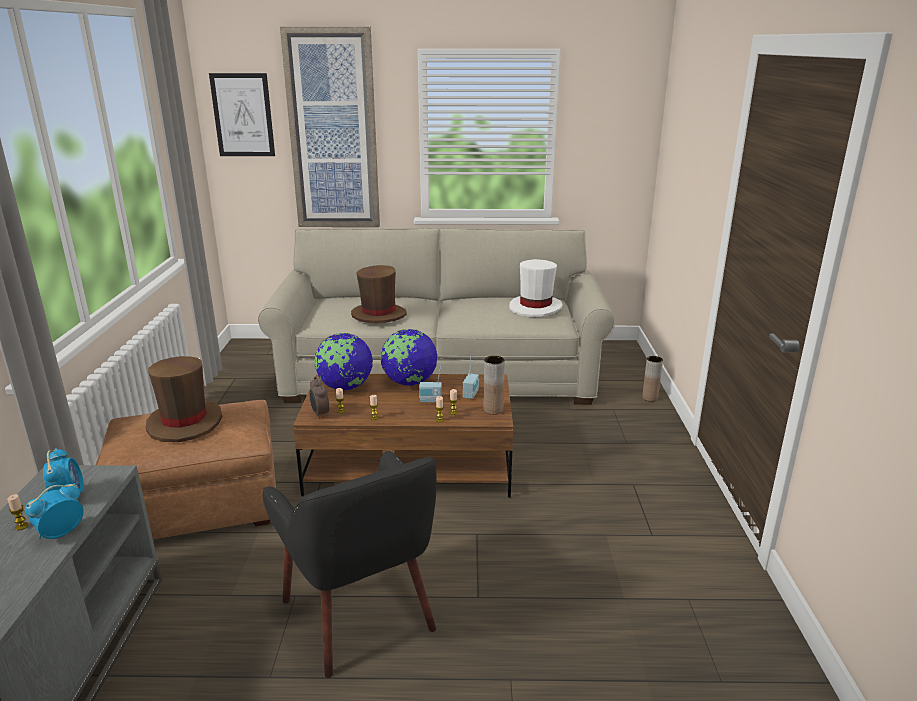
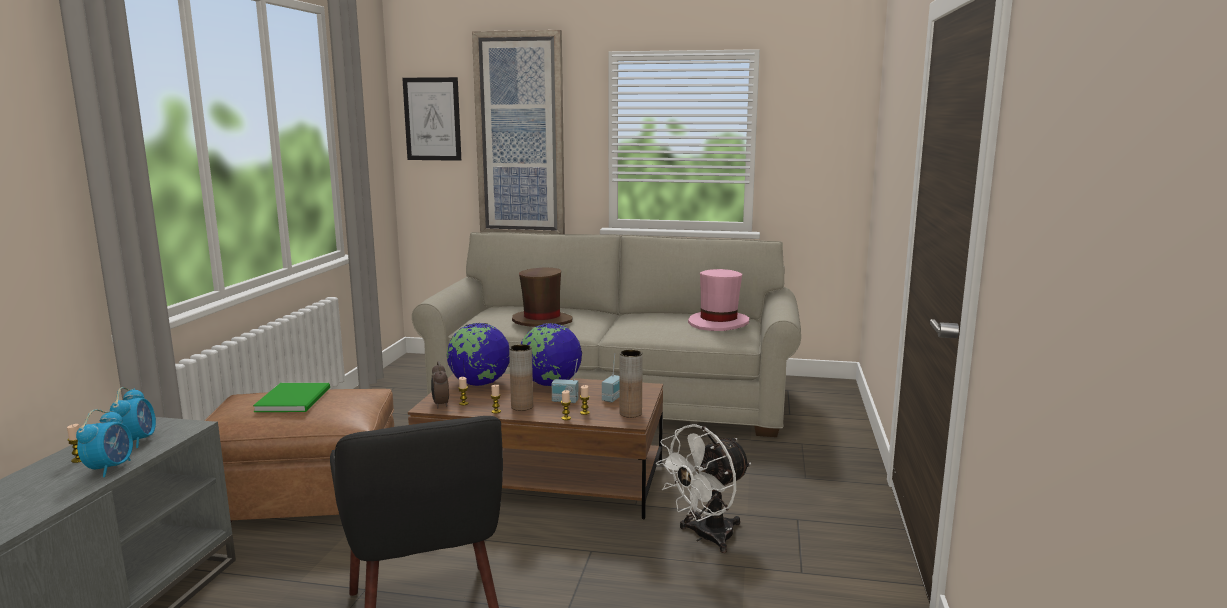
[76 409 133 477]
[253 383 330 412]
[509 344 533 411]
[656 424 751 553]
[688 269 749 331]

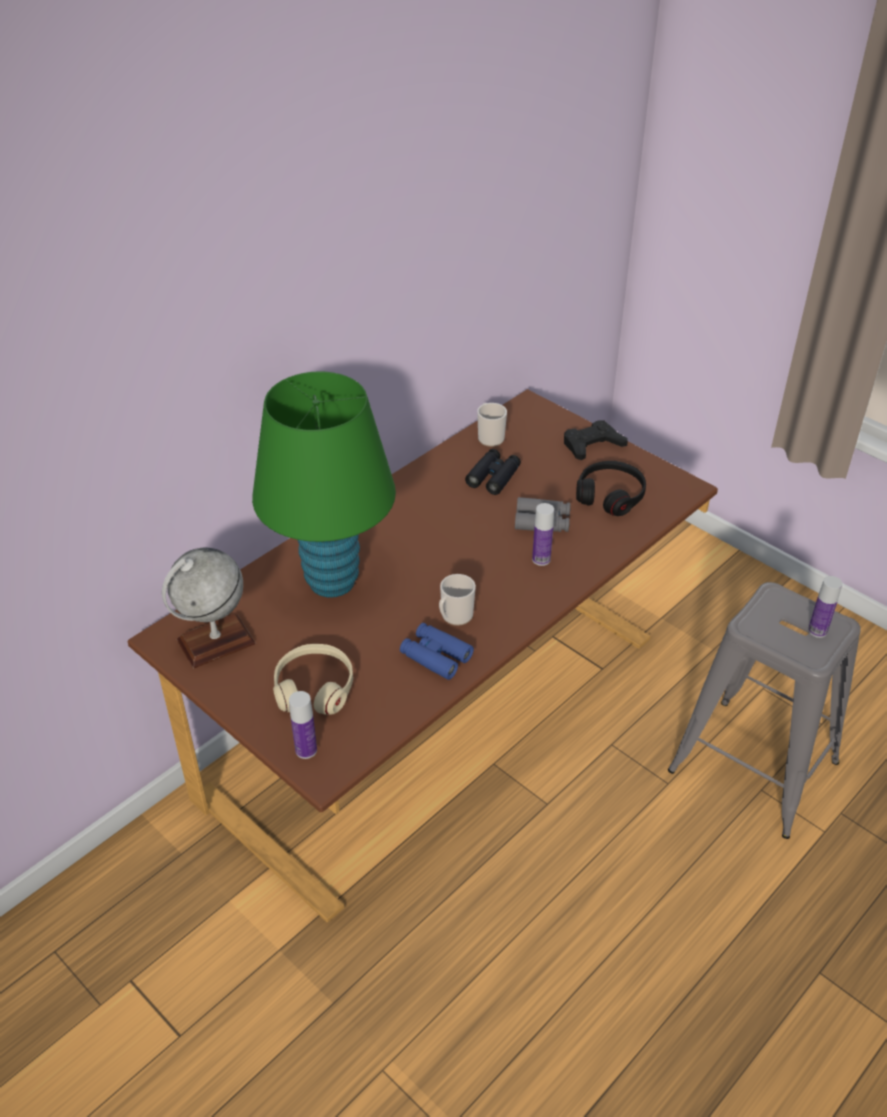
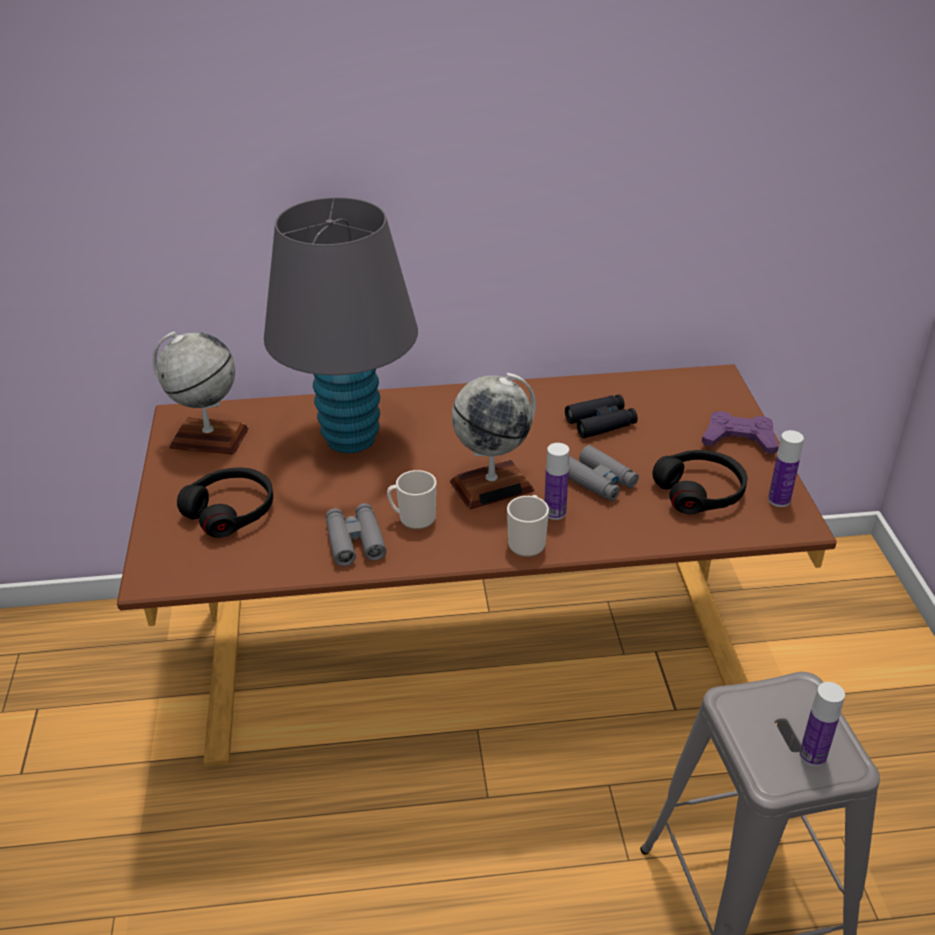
[177 468 273 538]
[264 197 418 453]
[326 503 387 566]
[450 373 536 509]
[507 495 549 557]
[702 411 779 454]
[768 430 804 507]

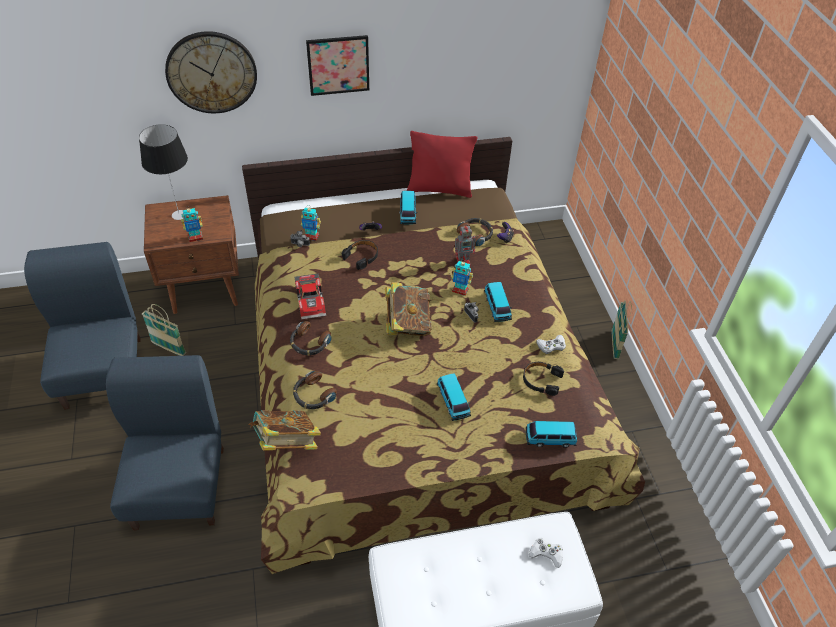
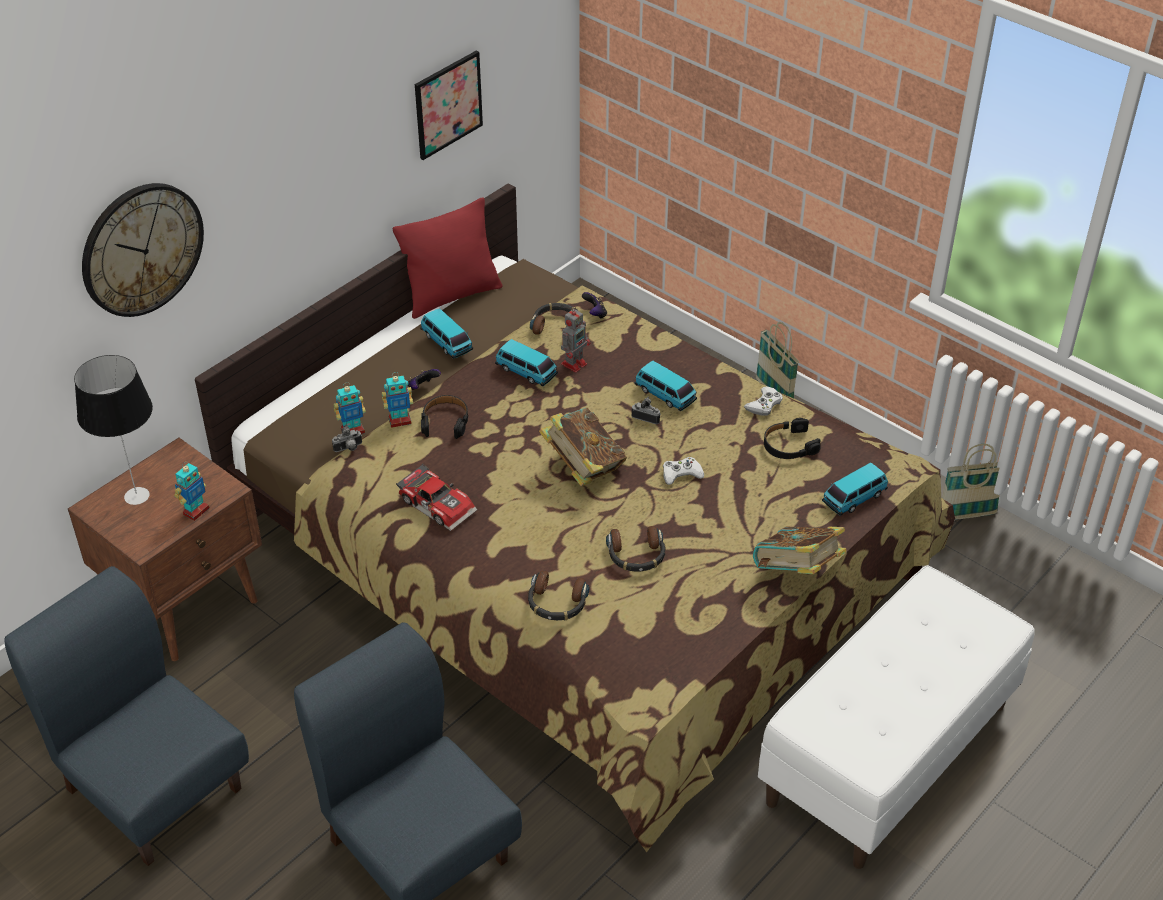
[382 372 413 428]
[415 50 483 160]
[495 339 558 386]
[606 526 666 571]
[663 457 704 485]
[753 526 847 574]
[942 444 1000 520]

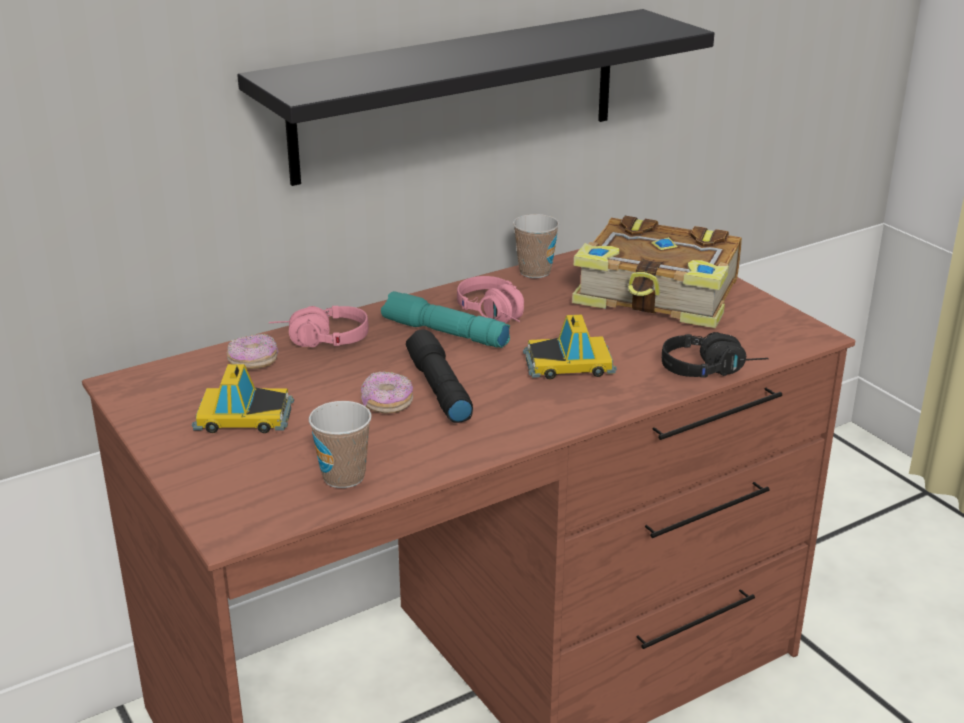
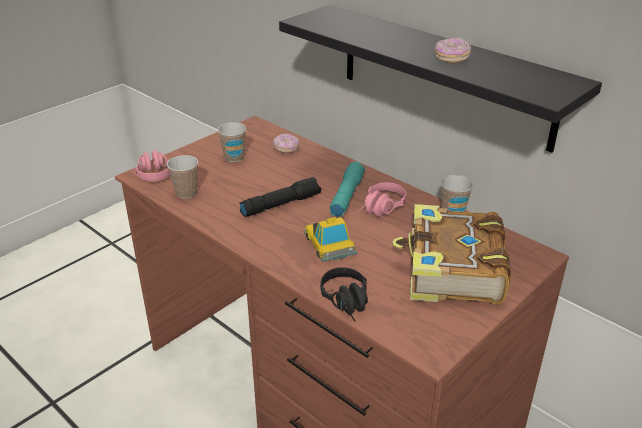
[135 149 170 182]
[217 122 246 162]
[435 38 471 64]

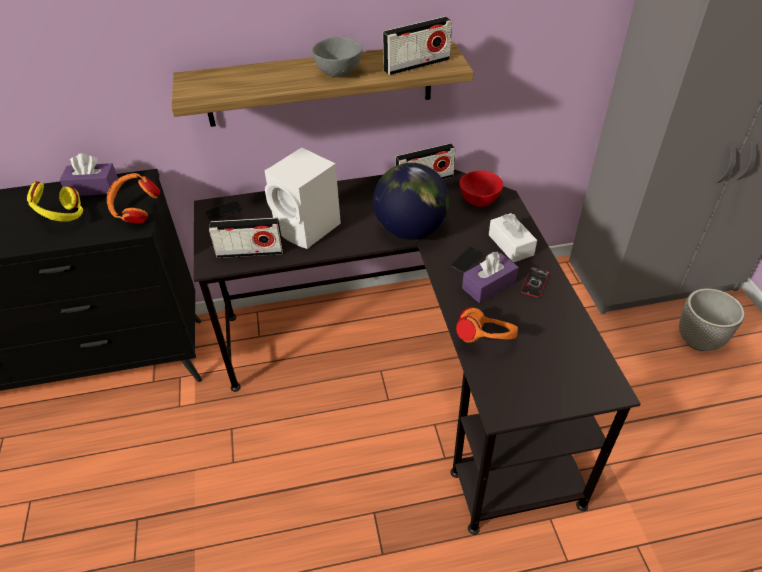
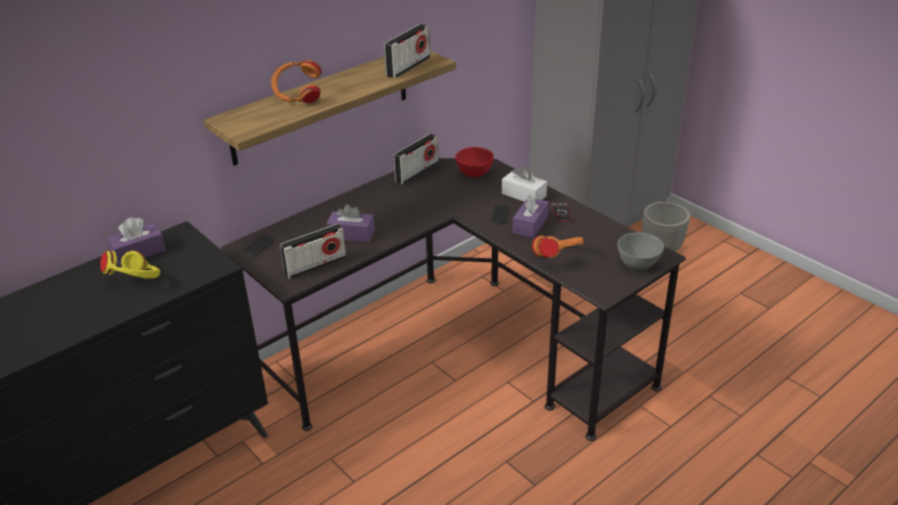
[271 60 322 103]
[326 204 375 242]
[618 233 664 270]
[373 163 449 240] (first image)

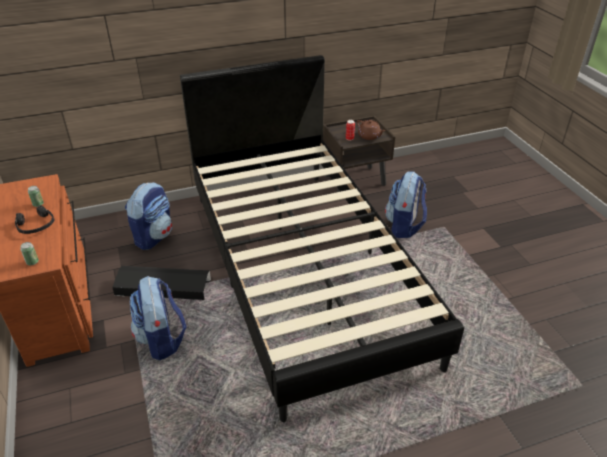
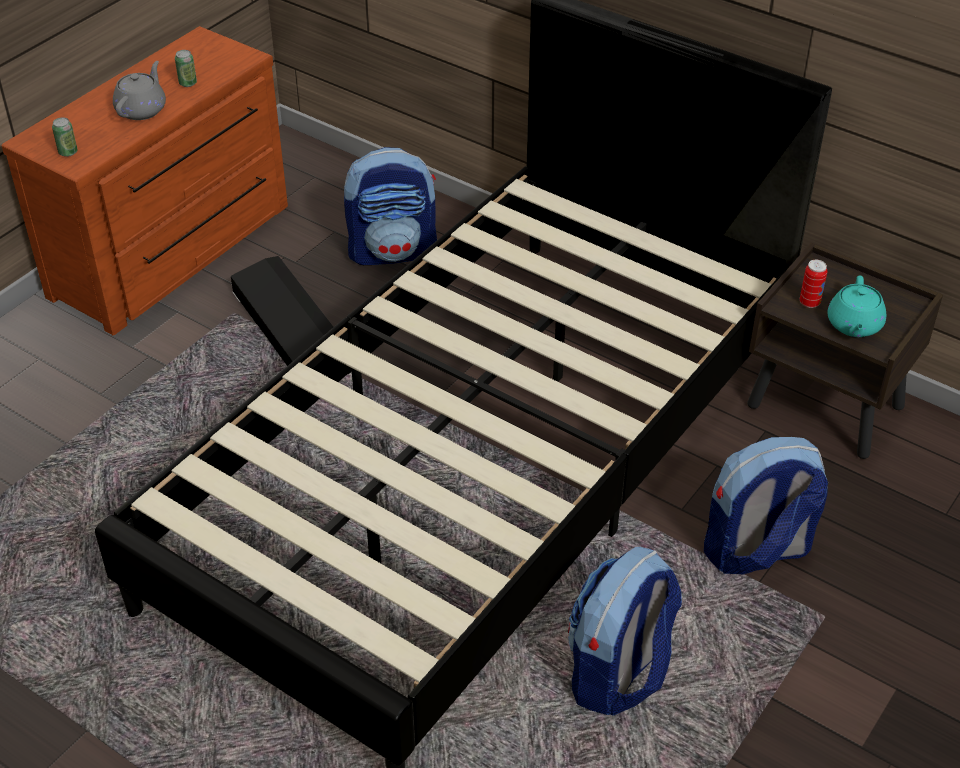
[113 61 166 120]
[568 547 682 716]
[828 275 886 337]

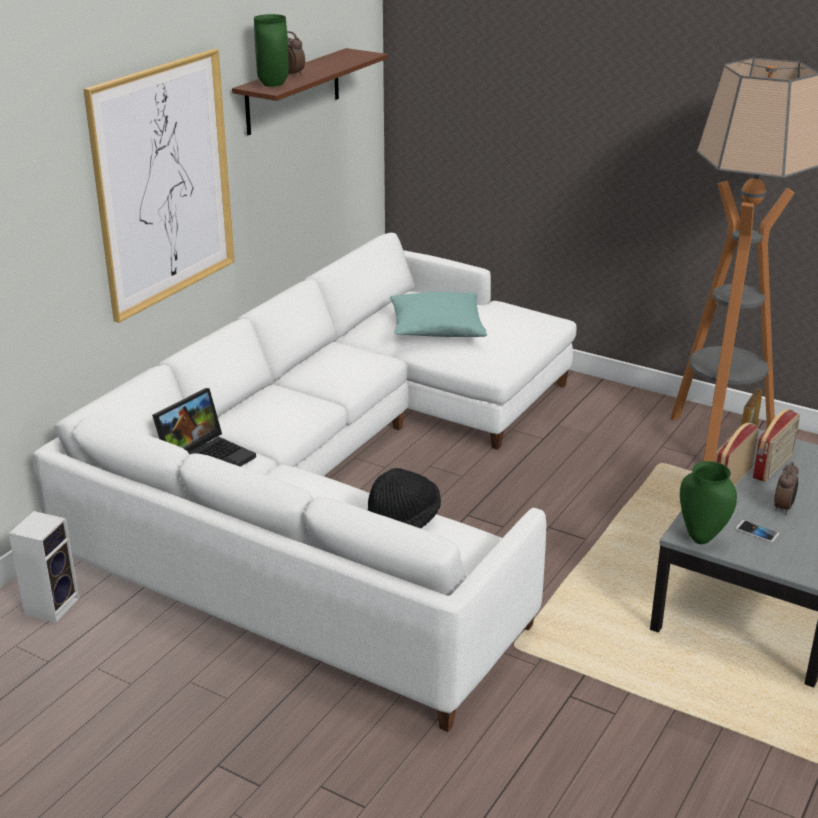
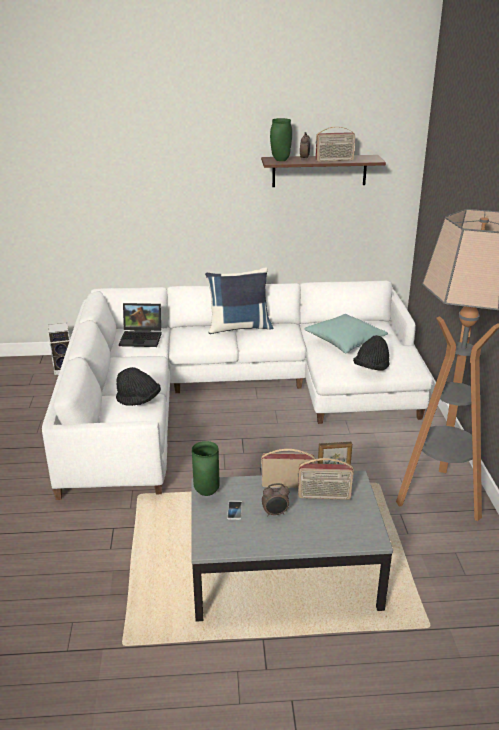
[205 267 273 334]
[315 127 355 162]
[353 335 389 371]
[83 49 235 323] (first image)

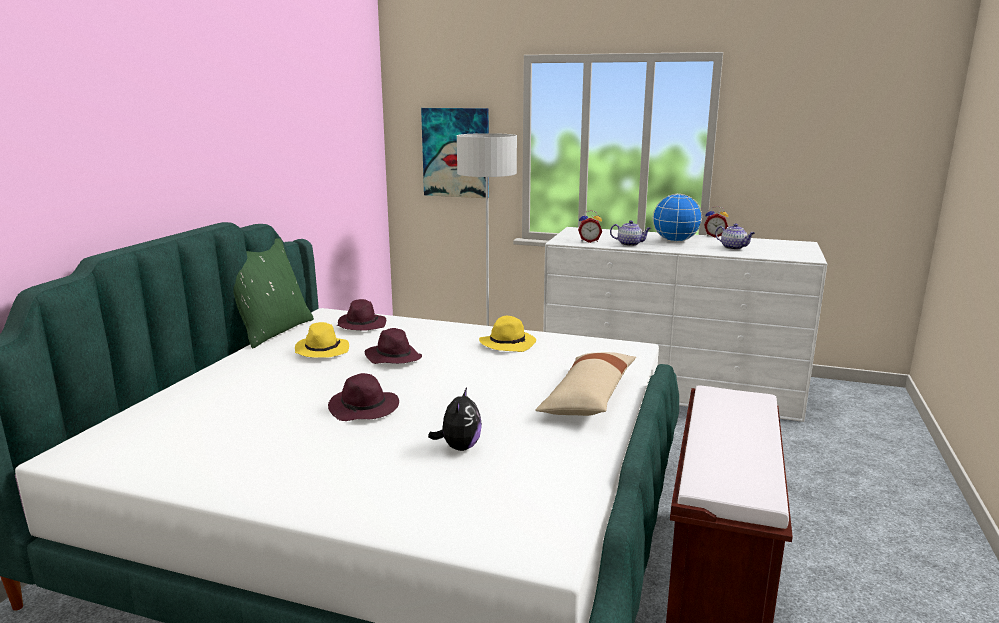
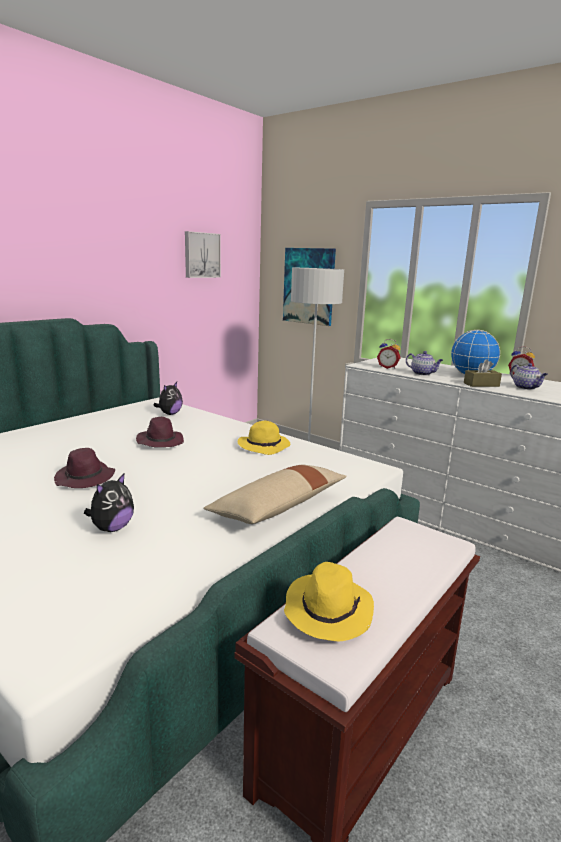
[153 382 183 415]
[185 231 221 278]
[284 562 374 641]
[464 359 502 387]
[233 237 314 349] (first image)

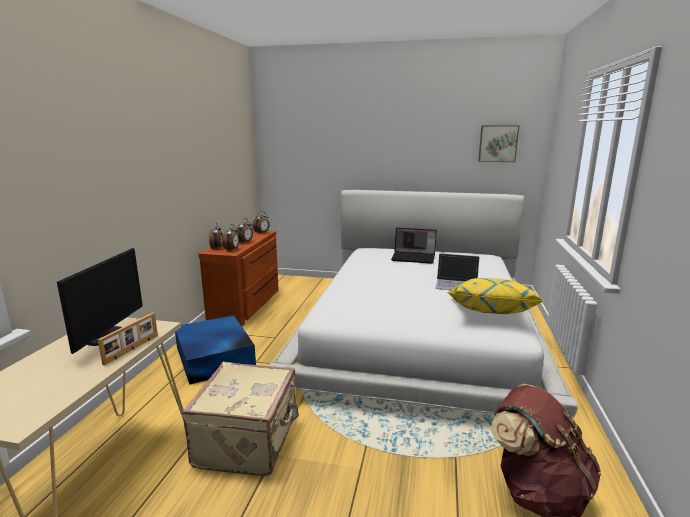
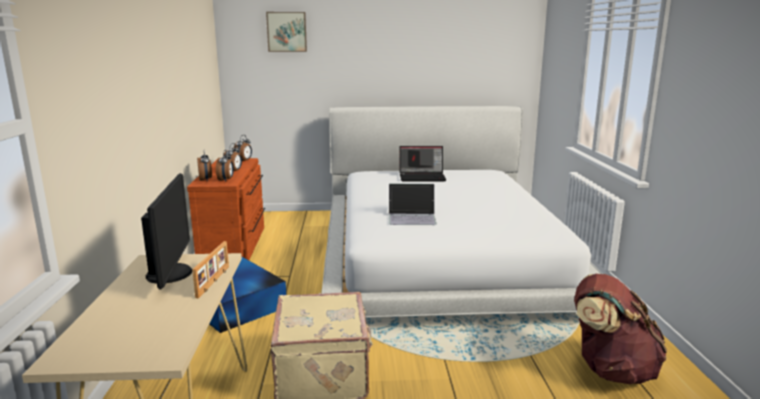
[266 12 307 52]
[389 183 437 225]
[447 278 543 314] (first image)

